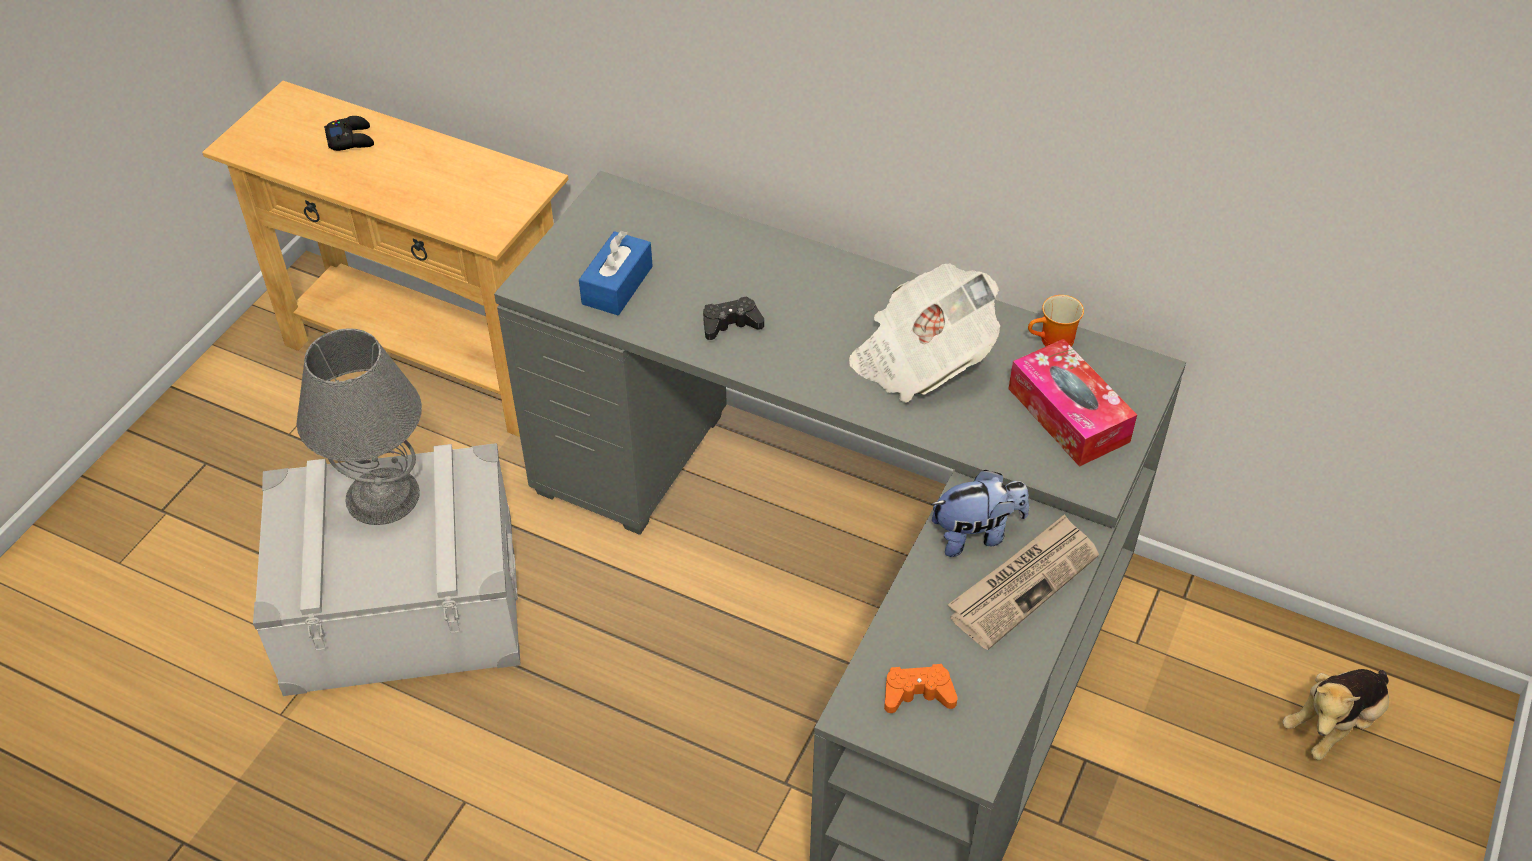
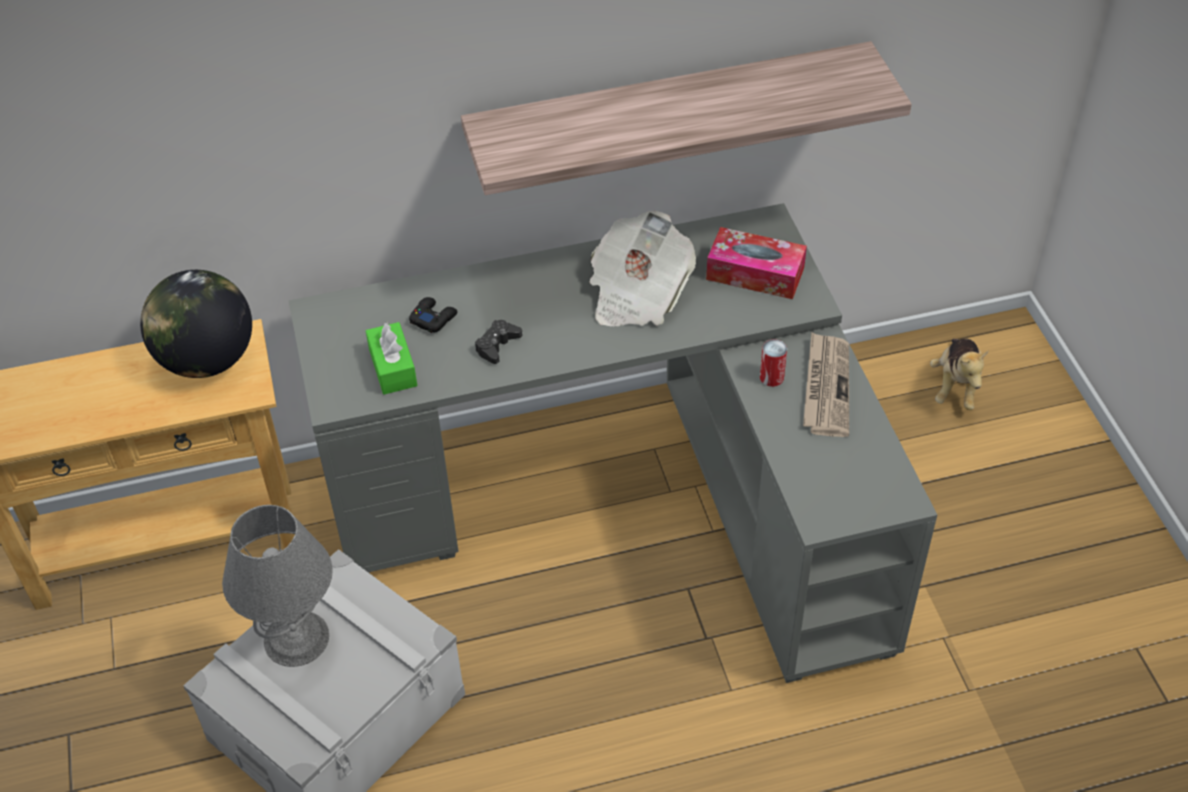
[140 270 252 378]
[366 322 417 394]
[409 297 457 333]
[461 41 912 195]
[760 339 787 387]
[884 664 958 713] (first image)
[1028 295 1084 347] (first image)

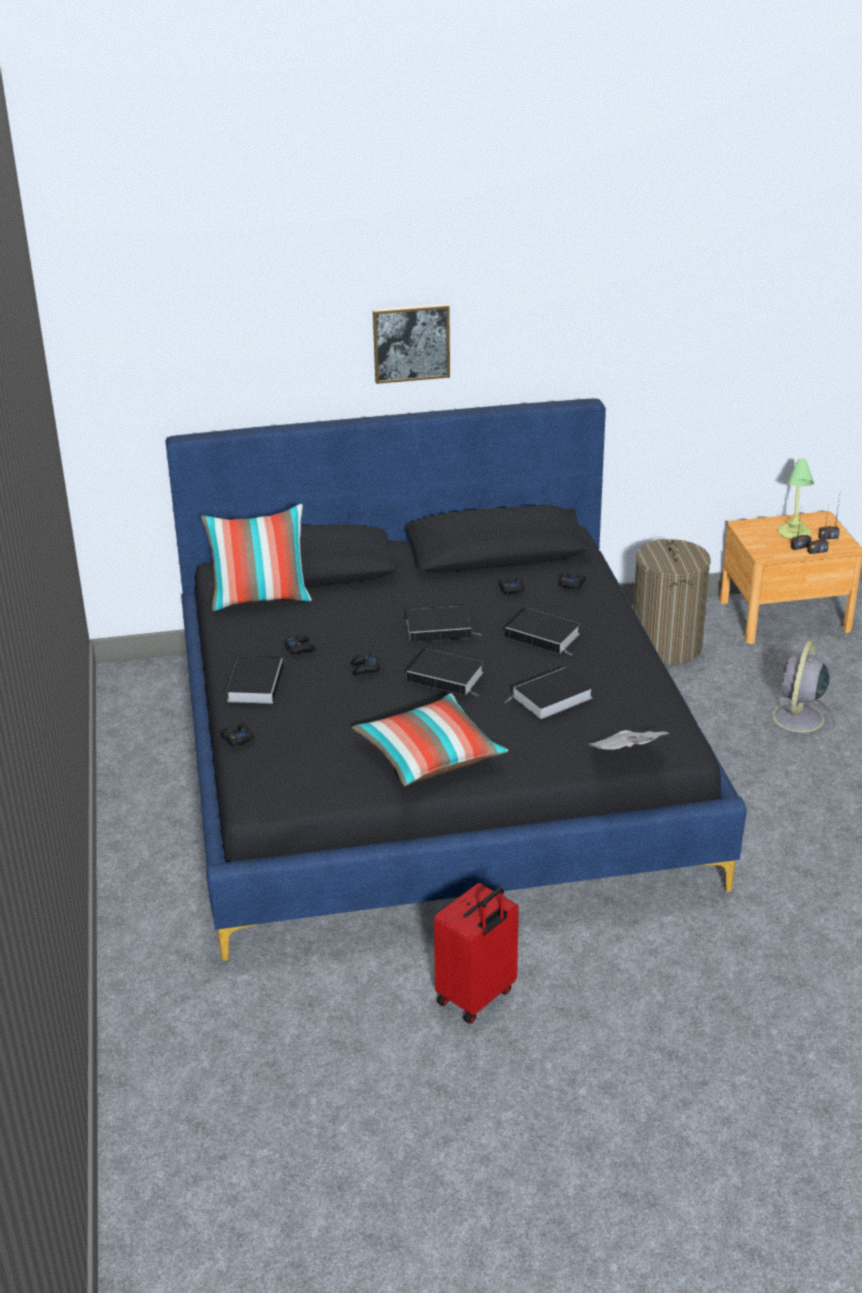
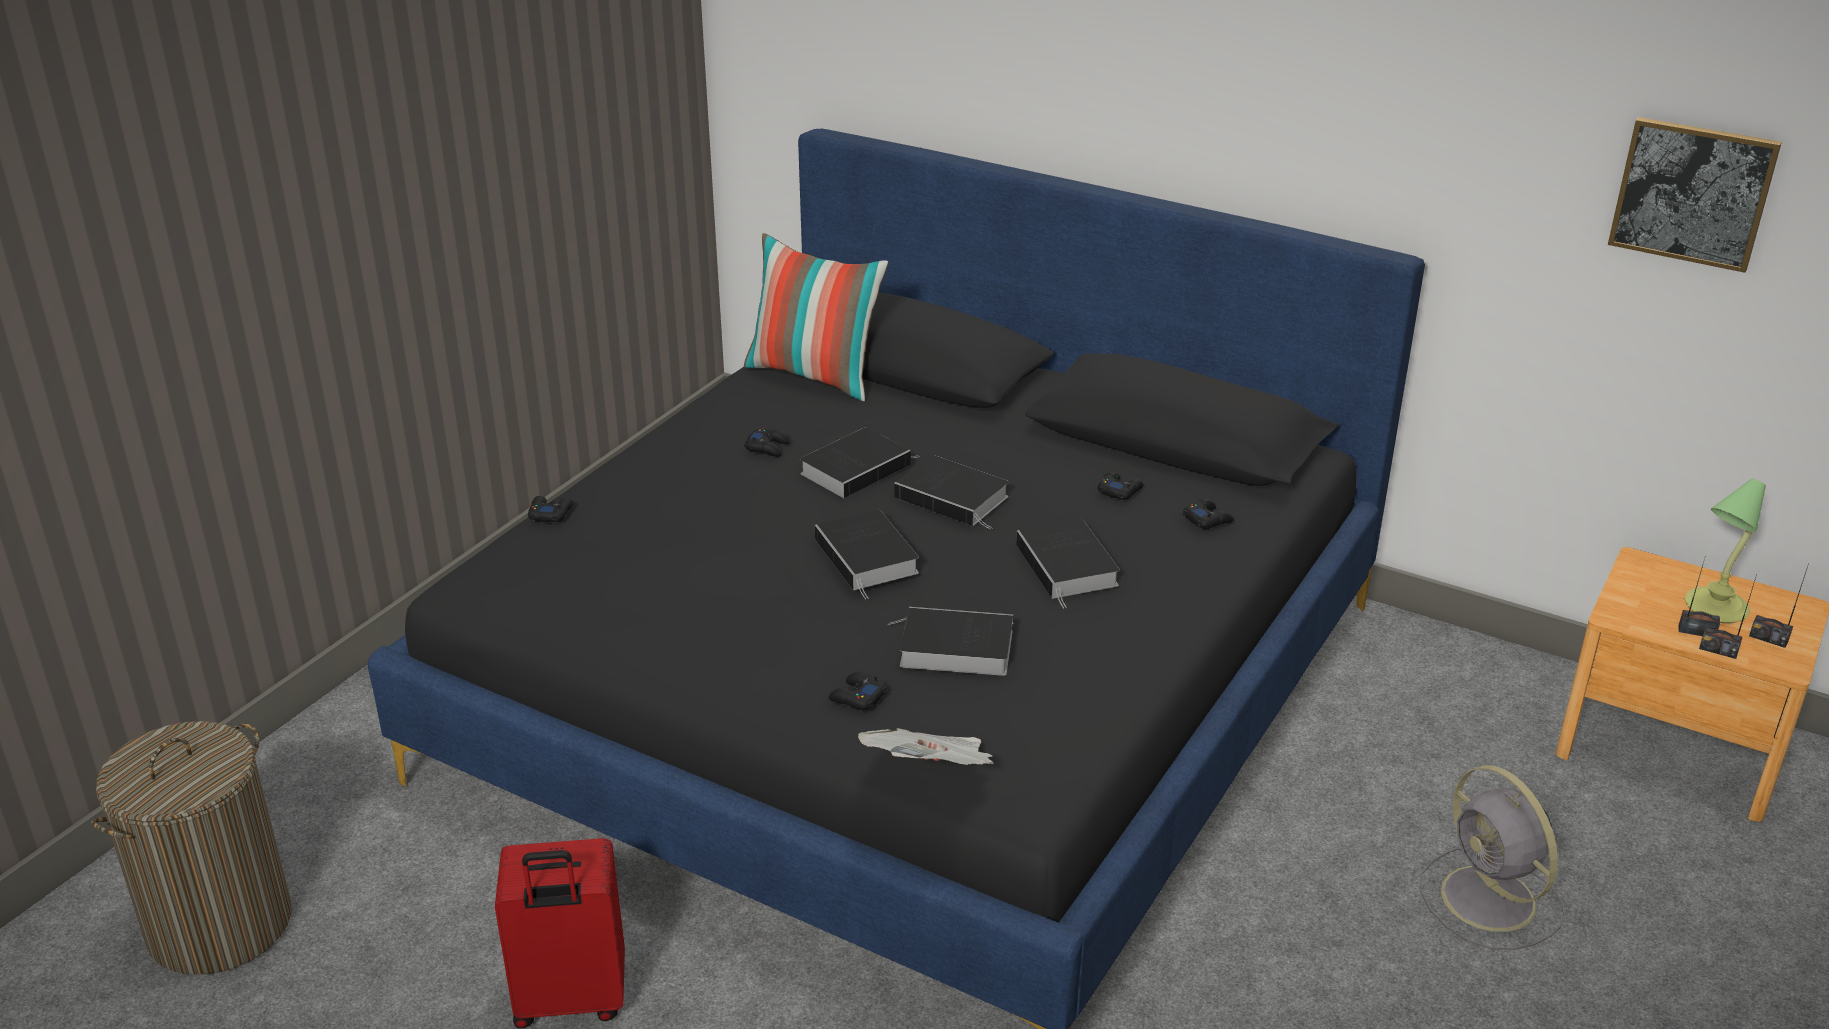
[91 721 292 975]
[800 428 920 498]
[829 672 887 710]
[1420 765 1565 950]
[1608 117 1782 273]
[352 693 508 786] (first image)

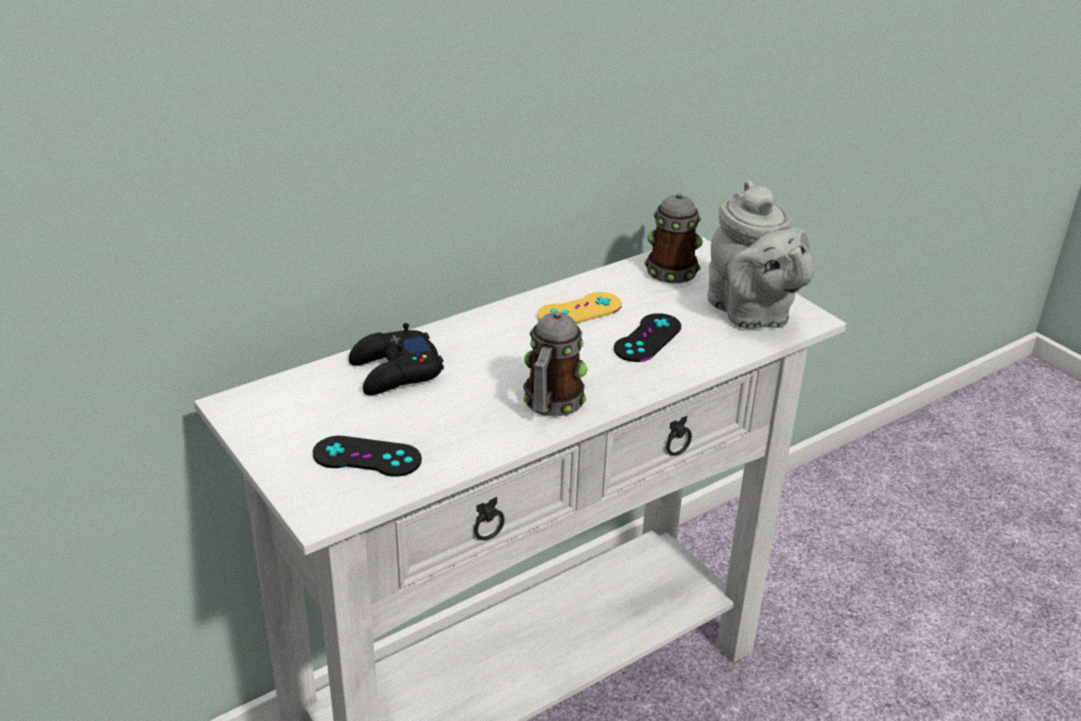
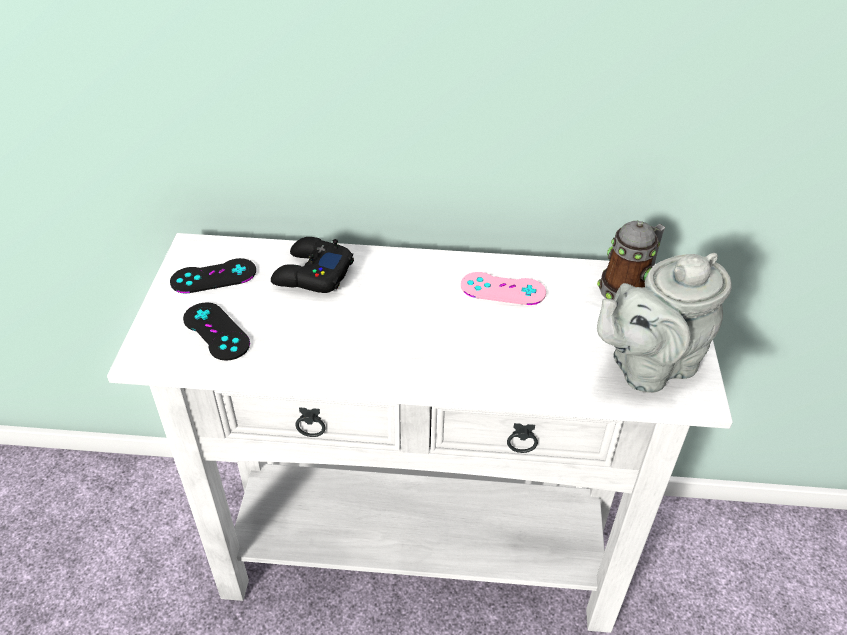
[170 258 256 294]
[461 272 546 305]
[597 253 732 393]
[523 311 587 417] (first image)

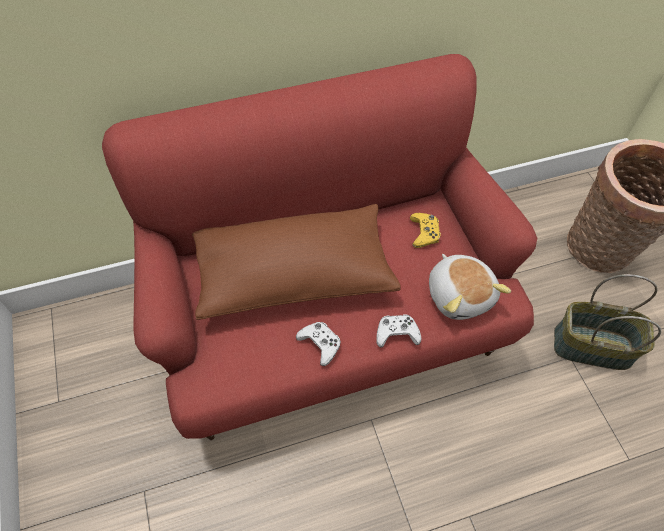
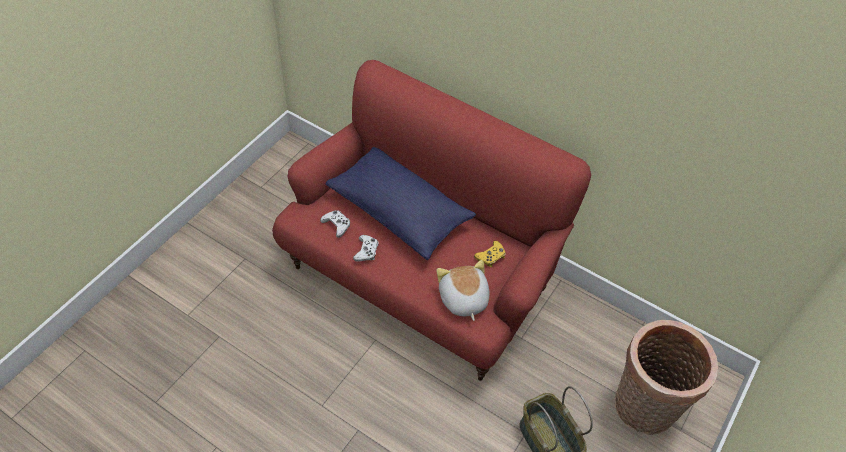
[320 210 350 238]
[326 147 476 260]
[436 260 490 321]

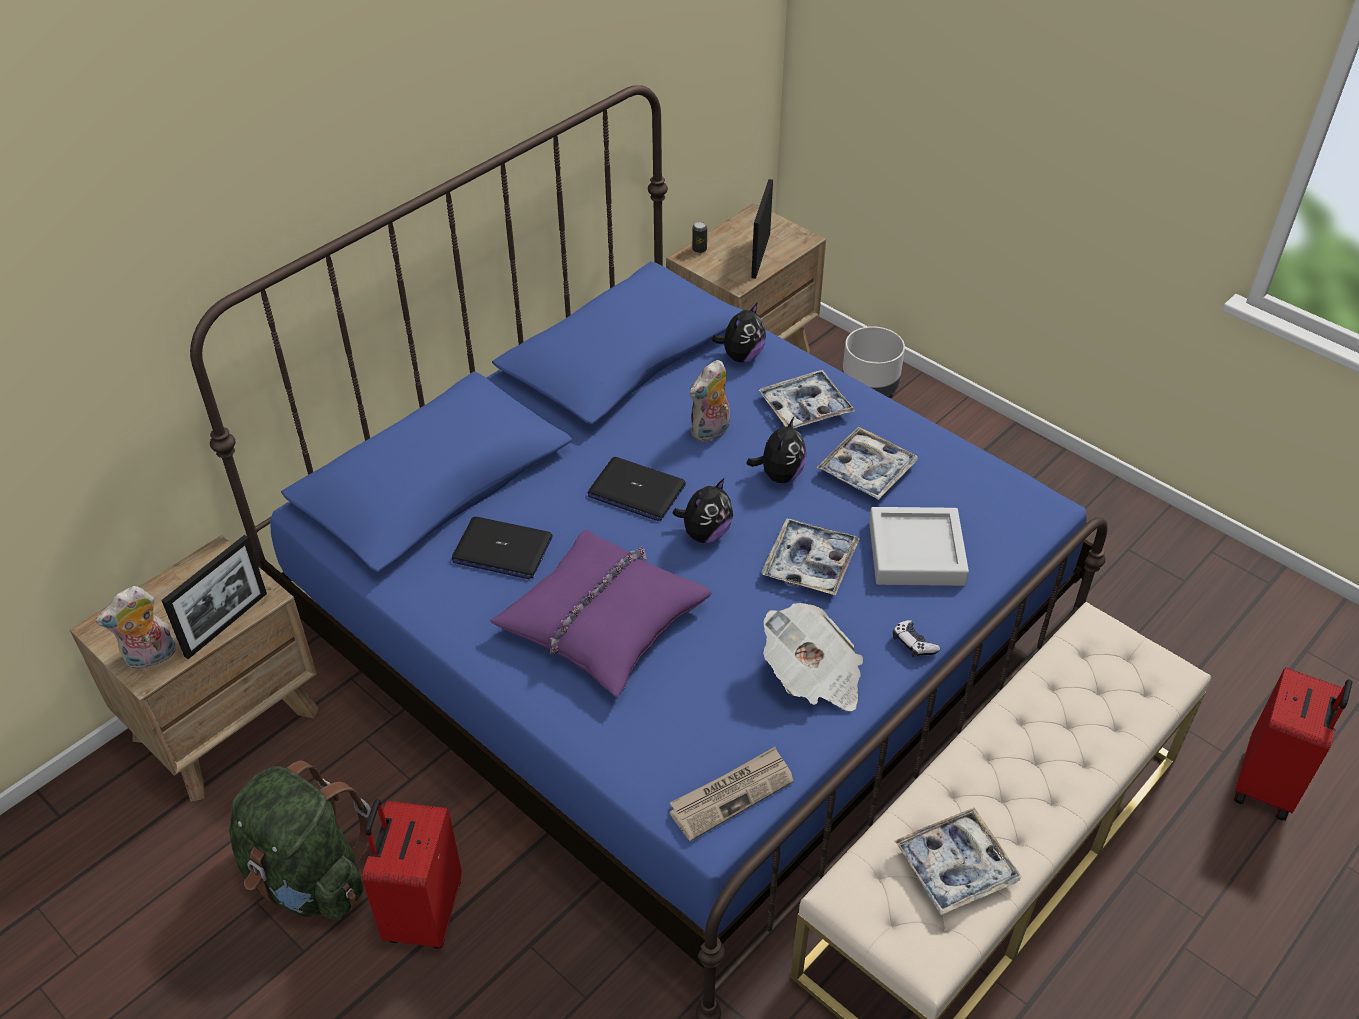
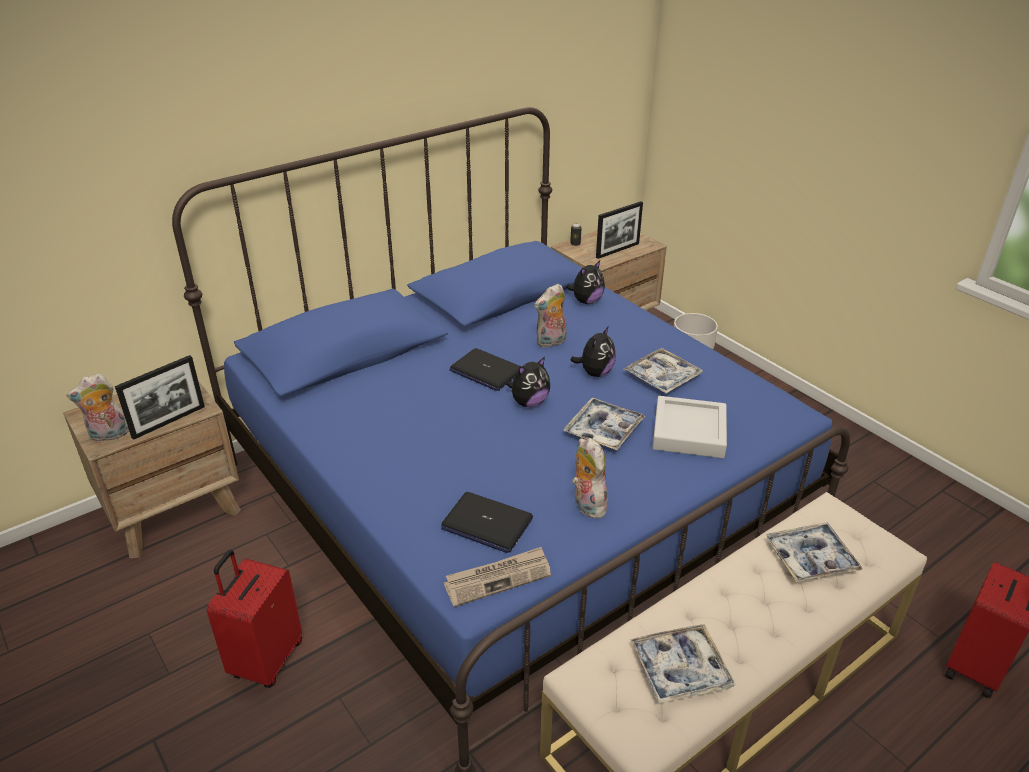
[441 492 533 553]
[572 438 608 518]
[596 201 643 259]
[766 523 863 582]
[229 761 371 920] (first image)
[490 530 712 697] (first image)
[893 620 940 658] (first image)

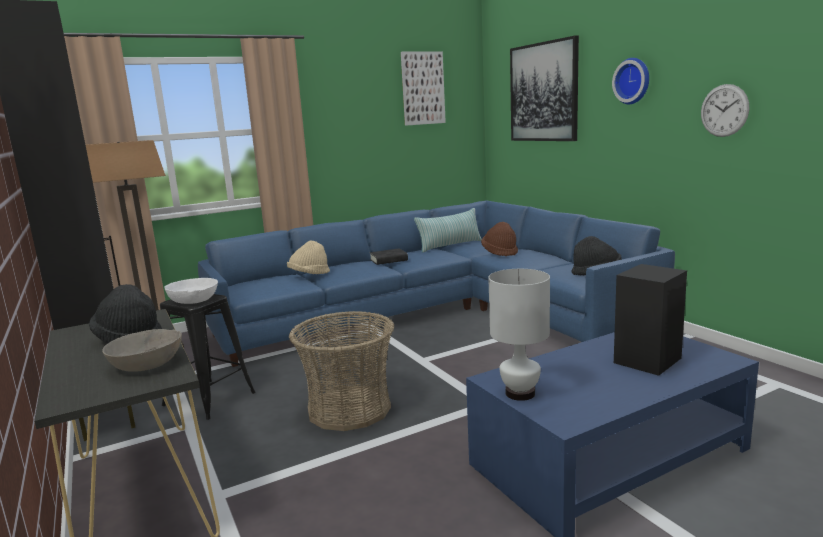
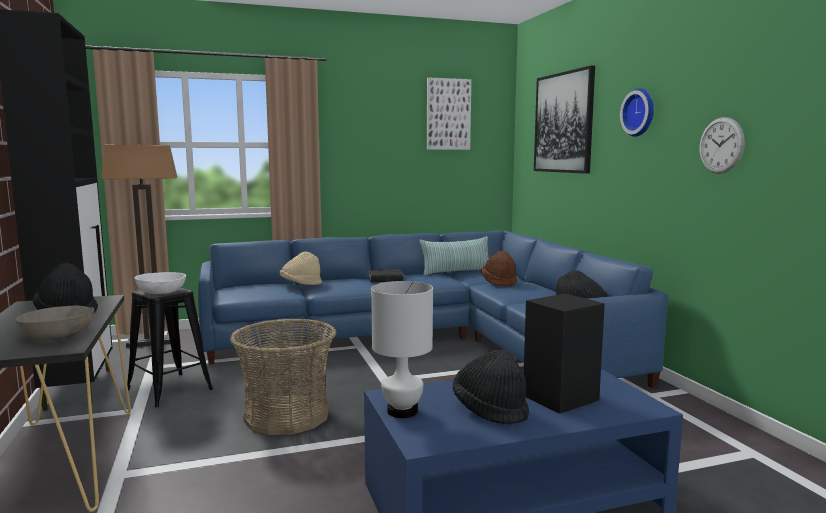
[453 350 529 425]

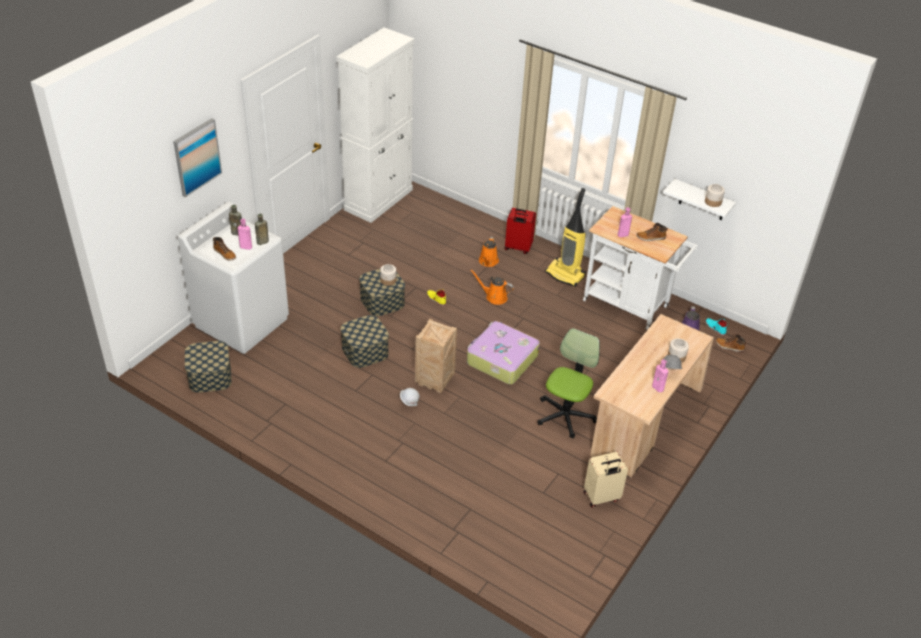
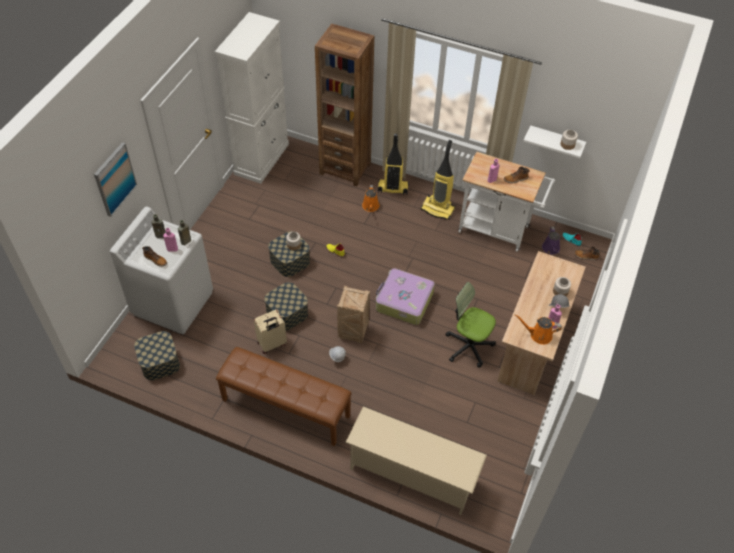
[216 347 352 446]
[254 310 287 354]
[315 24 374 186]
[345 406 487 515]
[378 134 409 195]
[445 282 496 367]
[515 314 562 345]

